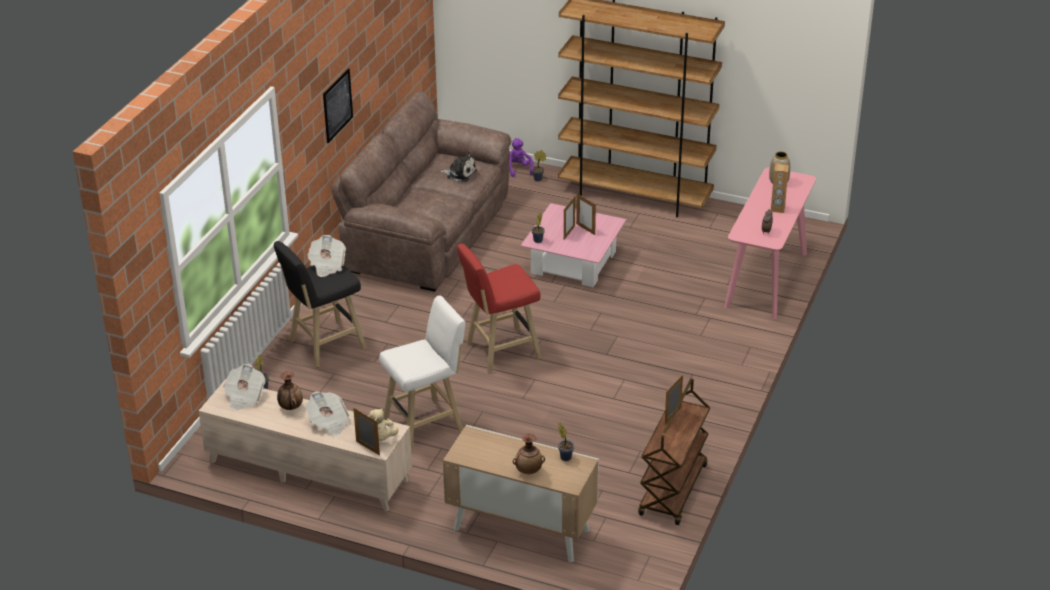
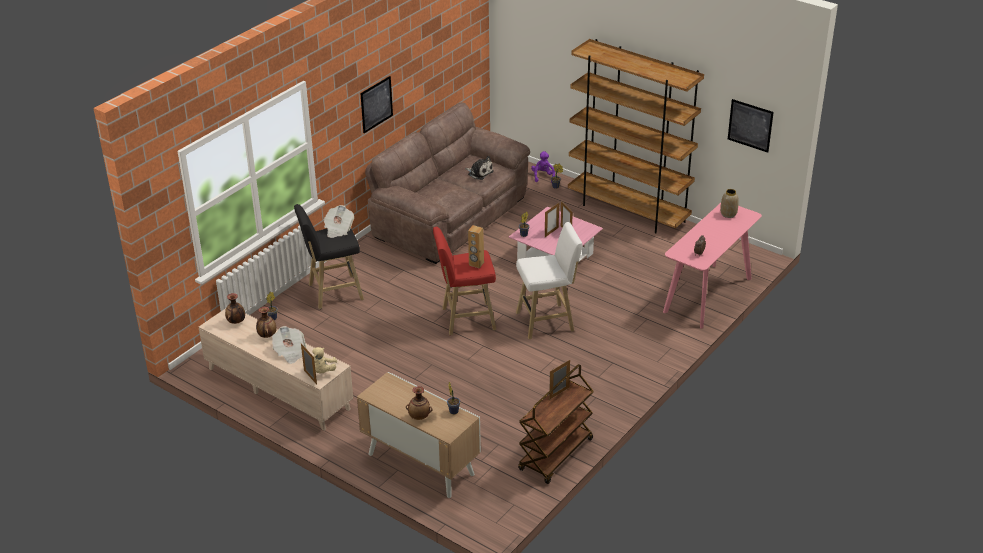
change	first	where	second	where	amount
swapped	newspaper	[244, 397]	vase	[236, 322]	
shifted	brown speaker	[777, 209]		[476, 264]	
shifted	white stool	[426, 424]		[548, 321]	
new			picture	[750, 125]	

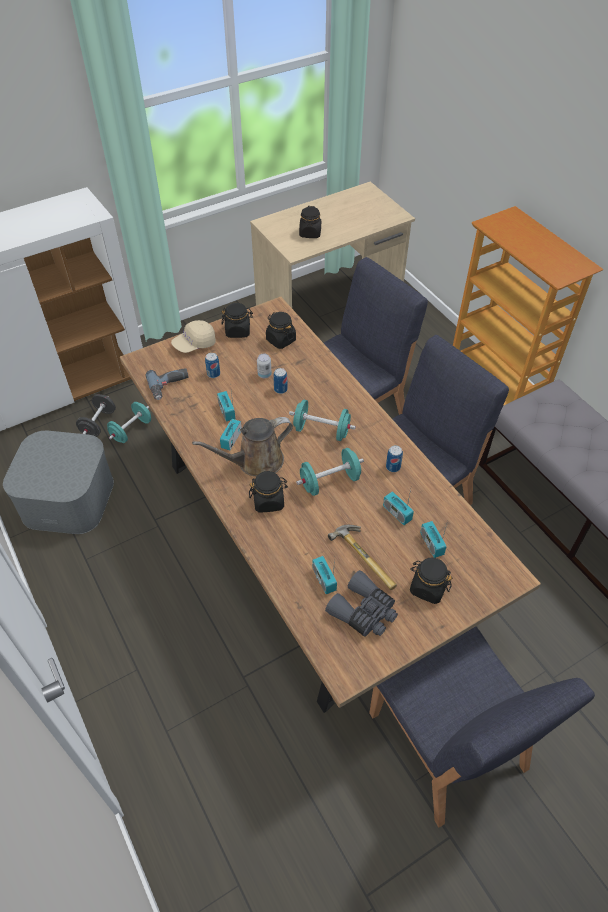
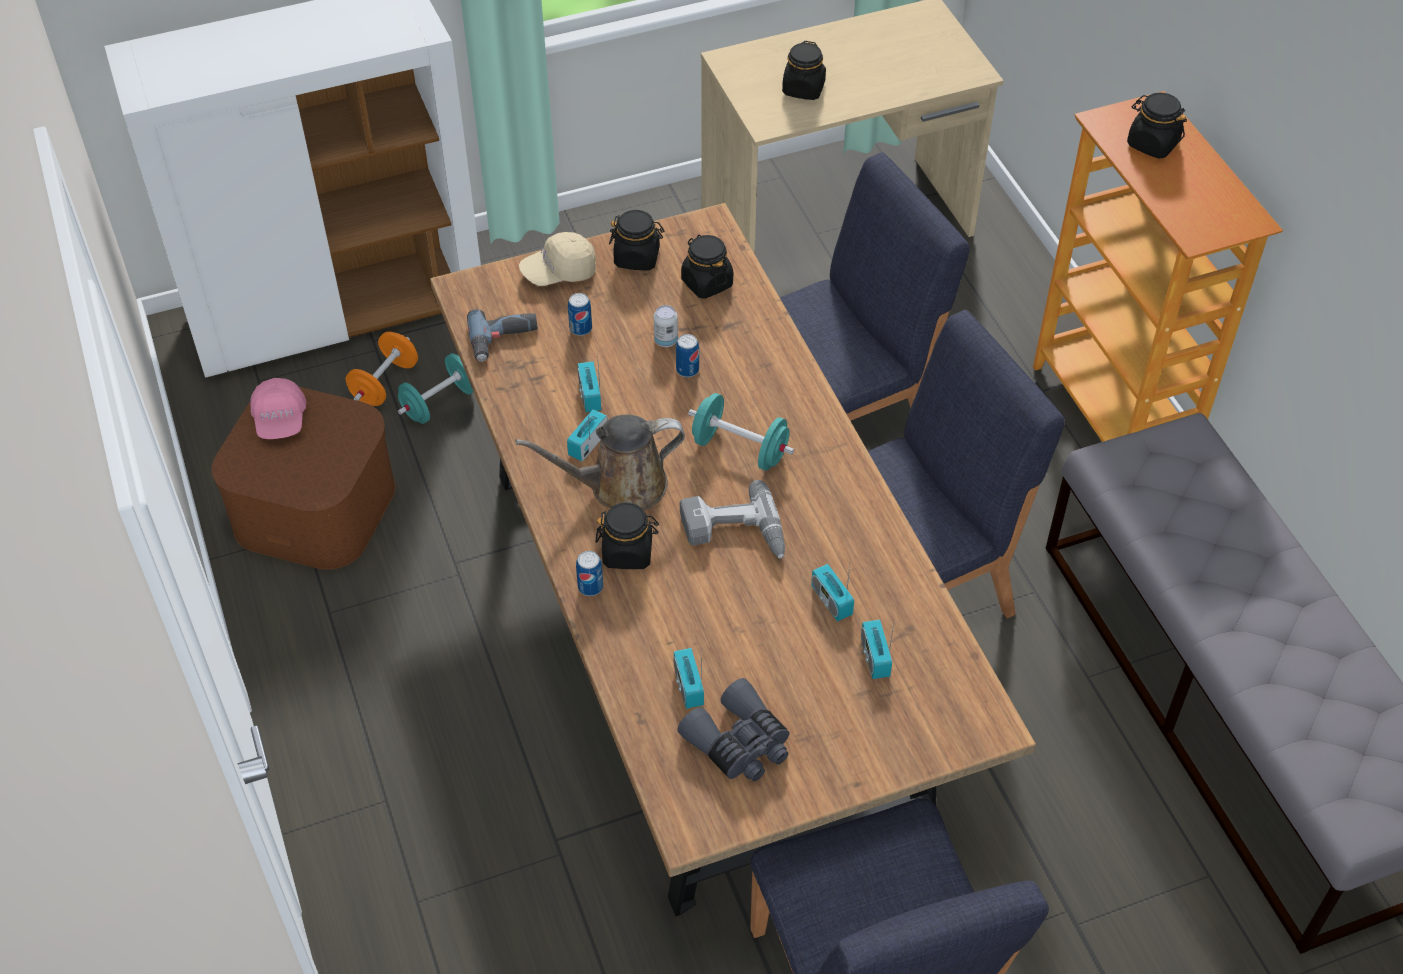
change	first	where	second	where	amount
repainted	grey storage box	[68, 498]	brown storage box	[315, 506]	
new			pink cap	[280, 420]	
repainted	black dumbbell	[98, 423]	orange dumbbell	[385, 383]	
shifted	can	[393, 467]		[590, 587]	
swapped	turquoise dumbbell	[330, 482]	power drill	[734, 535]	
shifted	black jar	[428, 588]		[1152, 144]	
gone	hammer	[367, 557]			

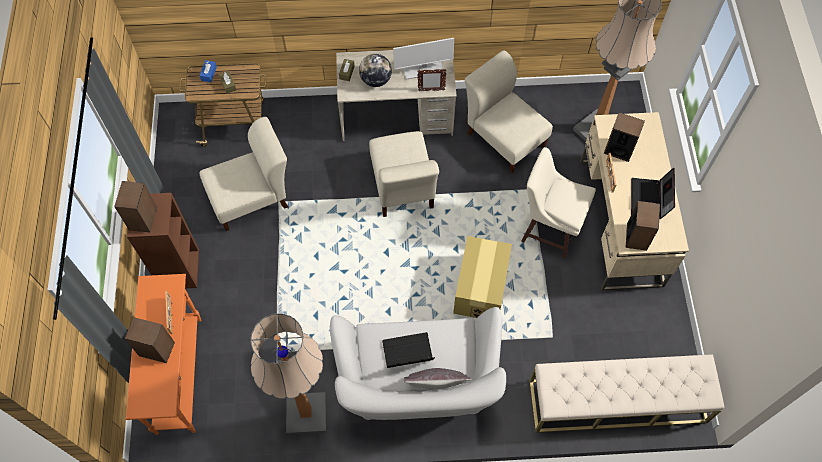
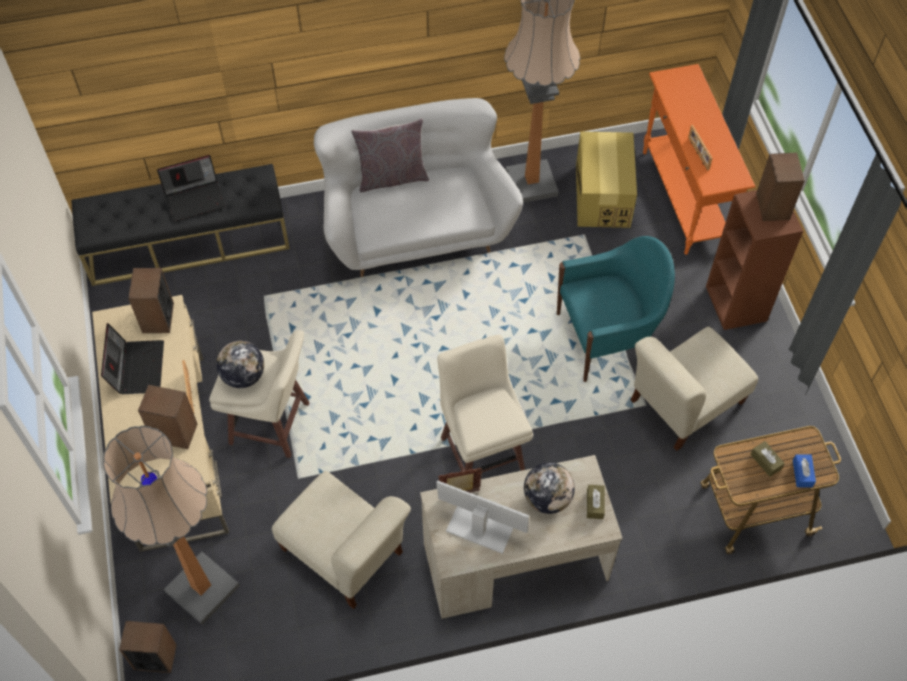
change	first	where	second	where	amount
repainted	beige bench	[617, 401]	black bench	[188, 242]	
shifted	speaker	[157, 349]		[155, 657]	
shifted	laptop	[407, 354]		[195, 198]	
new			globe	[243, 376]	
rotated	monitor	[422, 69]		[480, 529]	45 degrees clockwise
swapped	beige chair	[402, 188]	beige stool	[482, 451]	
new			turquoise armchair	[607, 338]	
shifted	cardboard box	[480, 288]		[602, 195]	

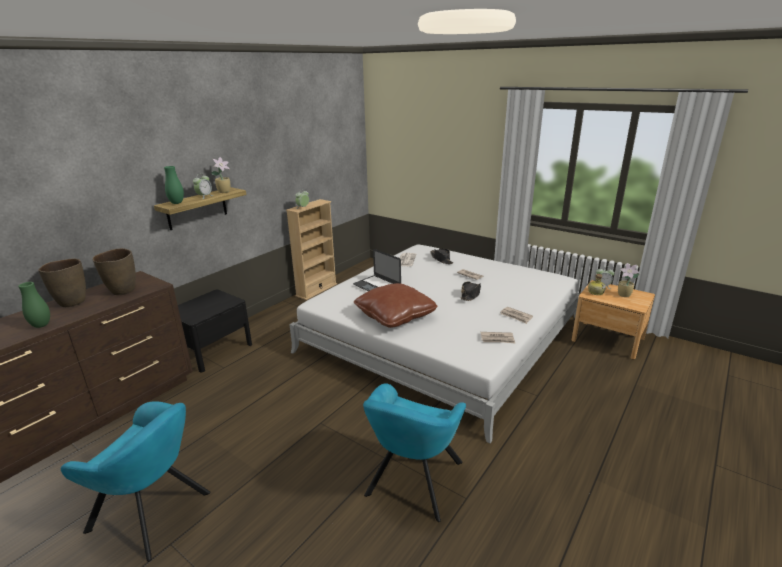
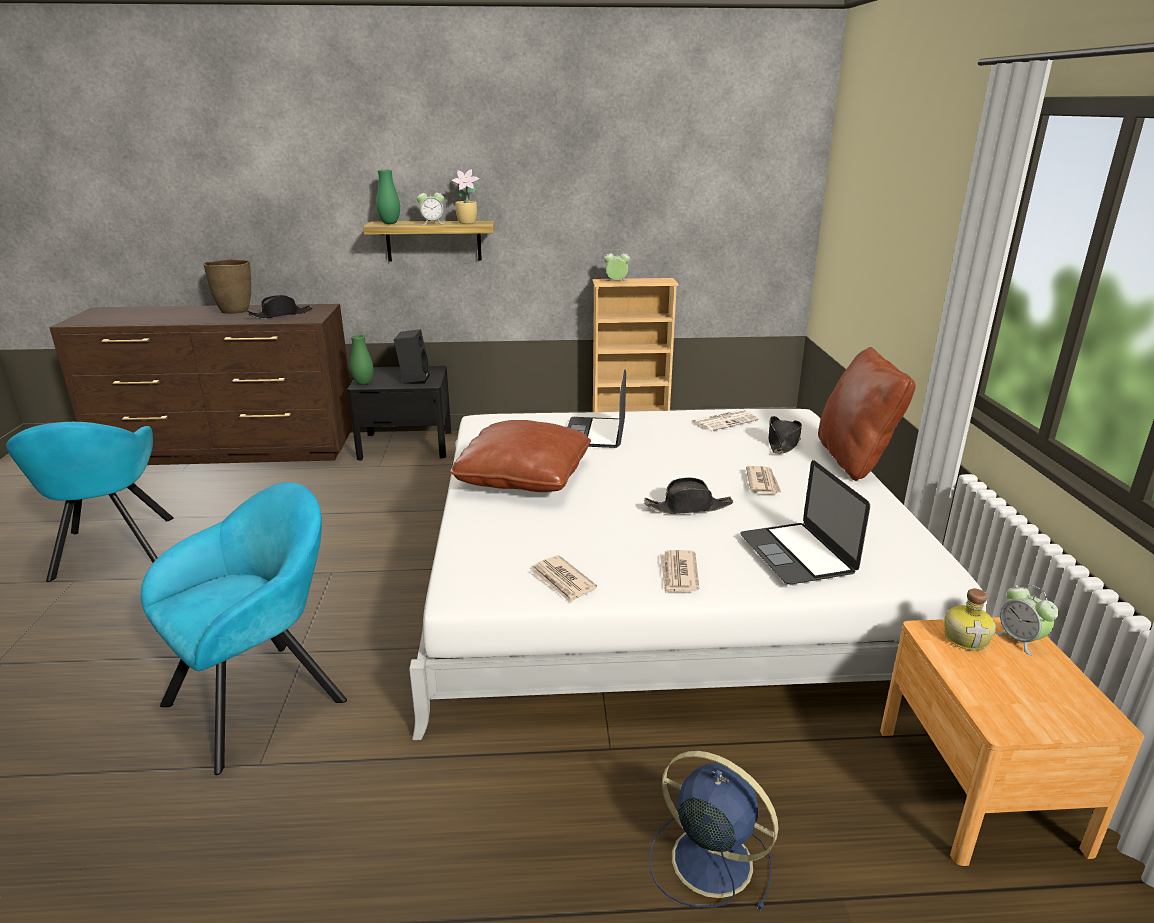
change	first	where	second	where	amount
rotated	turquoise armchair	[412, 482]		[264, 697]	150 degrees clockwise
swapped	brown vase	[123, 291]	black hat	[280, 315]	
shifted	green vase	[41, 325]		[363, 383]	
new			black speaker	[413, 379]	
new			blue fan	[708, 859]	
new			laptop	[797, 553]	
new			brown pillow	[854, 460]	
gone	potted plant	[624, 295]			

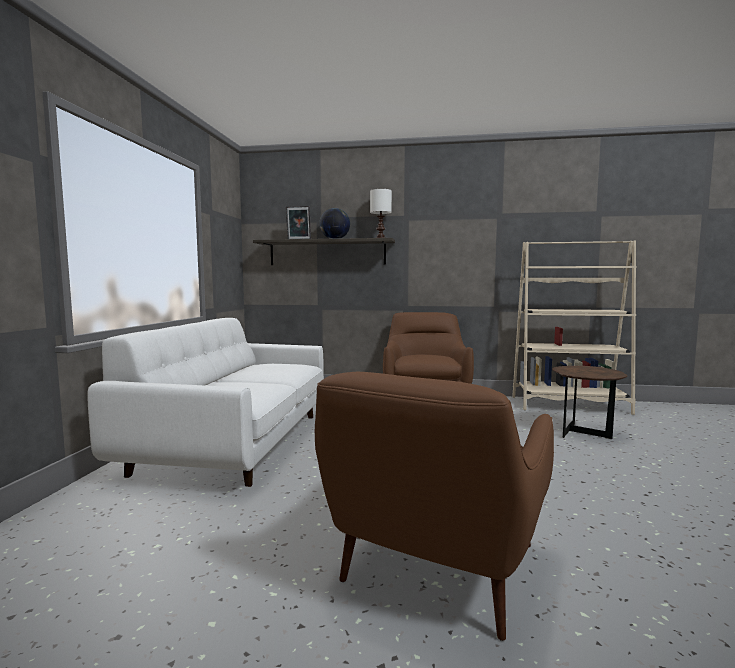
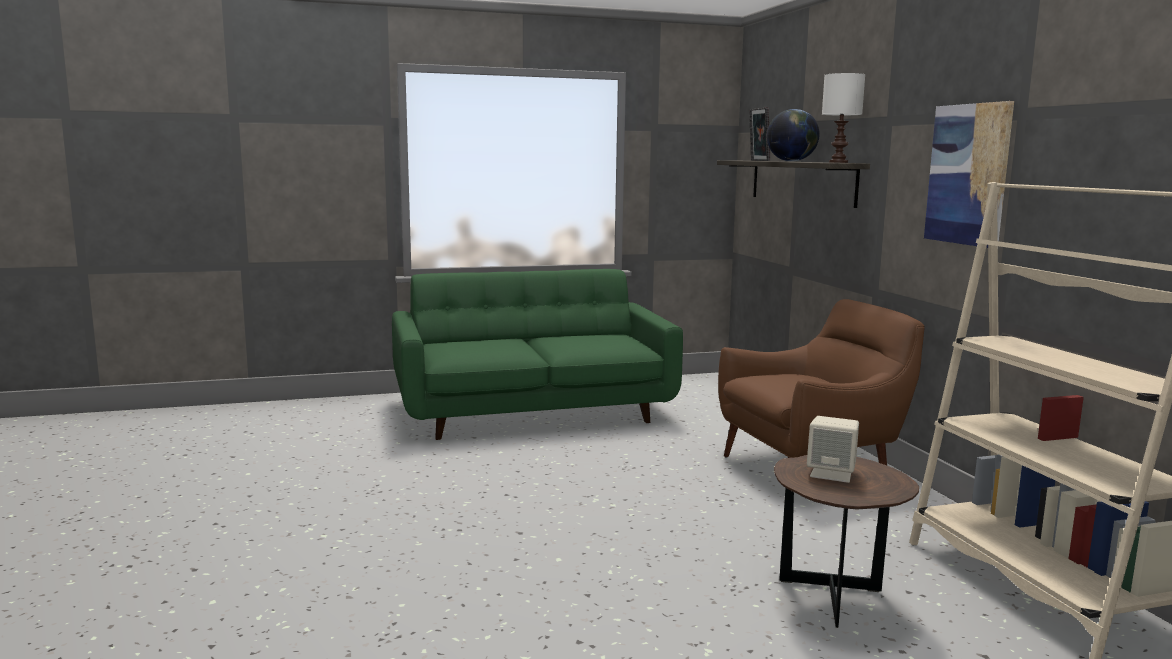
change	first	where	second	where	amount
repainted	white sofa	[236, 442]	green sofa	[533, 411]	
new			beige speaker	[831, 474]	
new			picture	[968, 174]	
gone	brown armchair	[436, 569]			

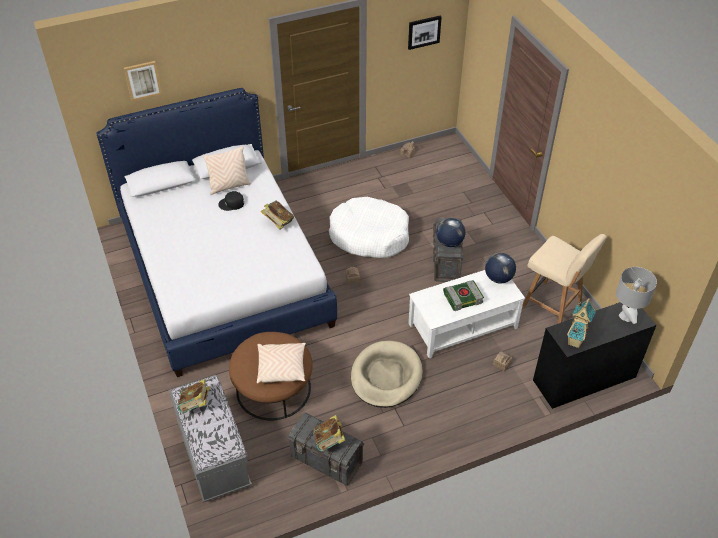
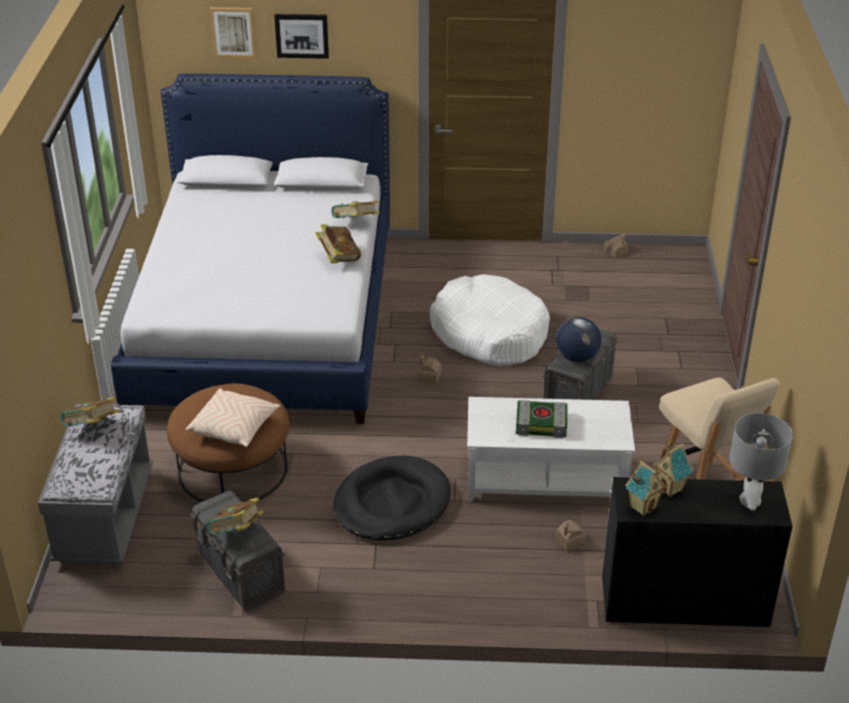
change	first	where	second	where	amount
shifted	picture	[424, 32]		[302, 35]	
new			book	[355, 224]	
repainted	beige dog bed	[386, 376]	black dog bed	[391, 503]	
gone	beige pillow	[229, 186]			
gone	black cap	[231, 204]			
gone	globe	[498, 278]			

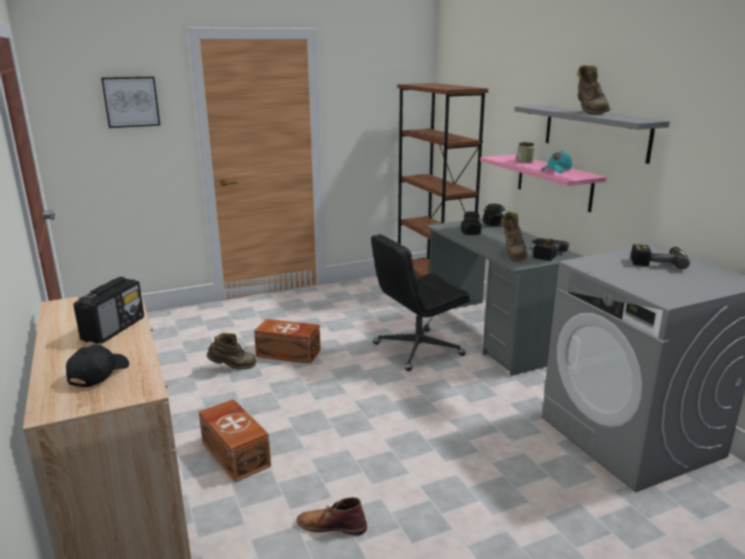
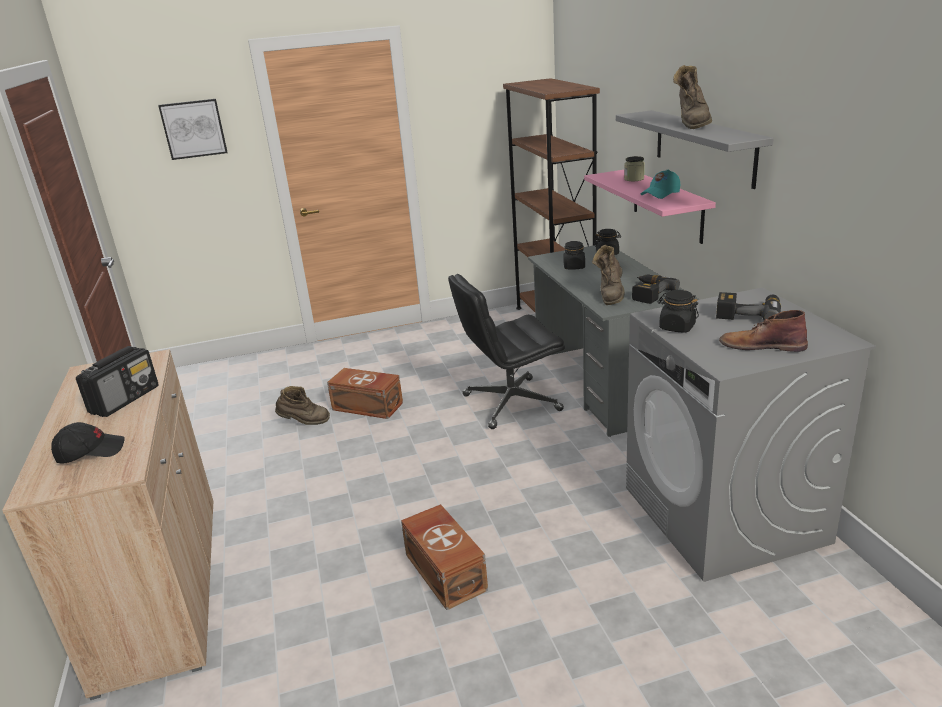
change	first	where	second	where	amount
rotated	black cap	[98, 374]		[90, 452]	45 degrees clockwise
shifted	brown storage box	[236, 453]		[446, 570]	
new			black jar	[677, 327]	
shifted	brown boot	[331, 525]		[761, 345]	

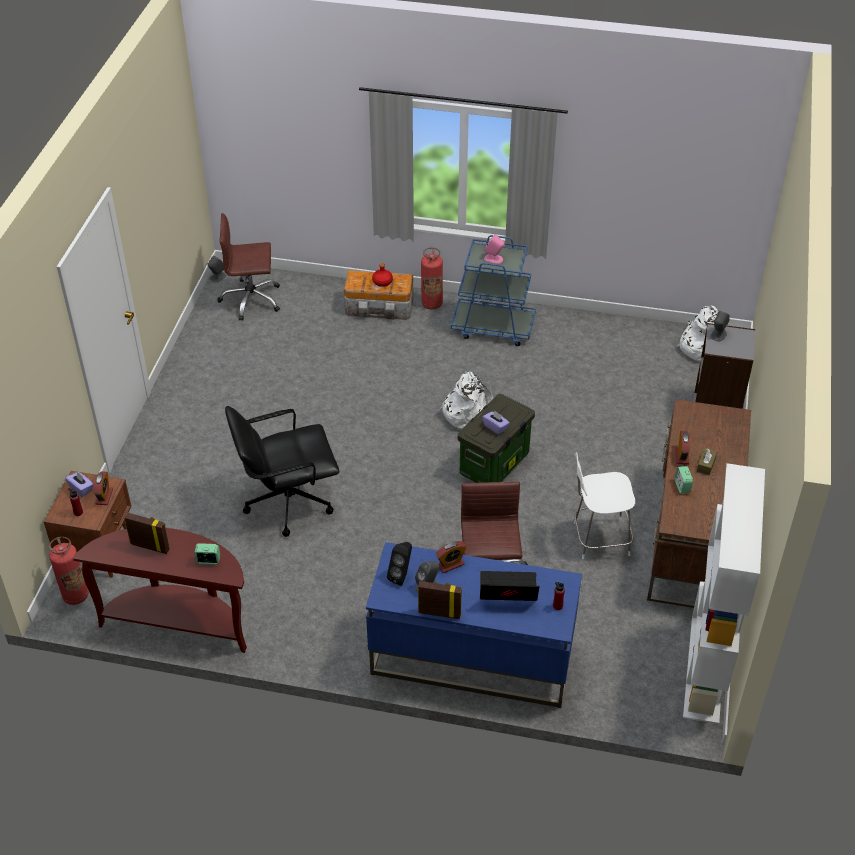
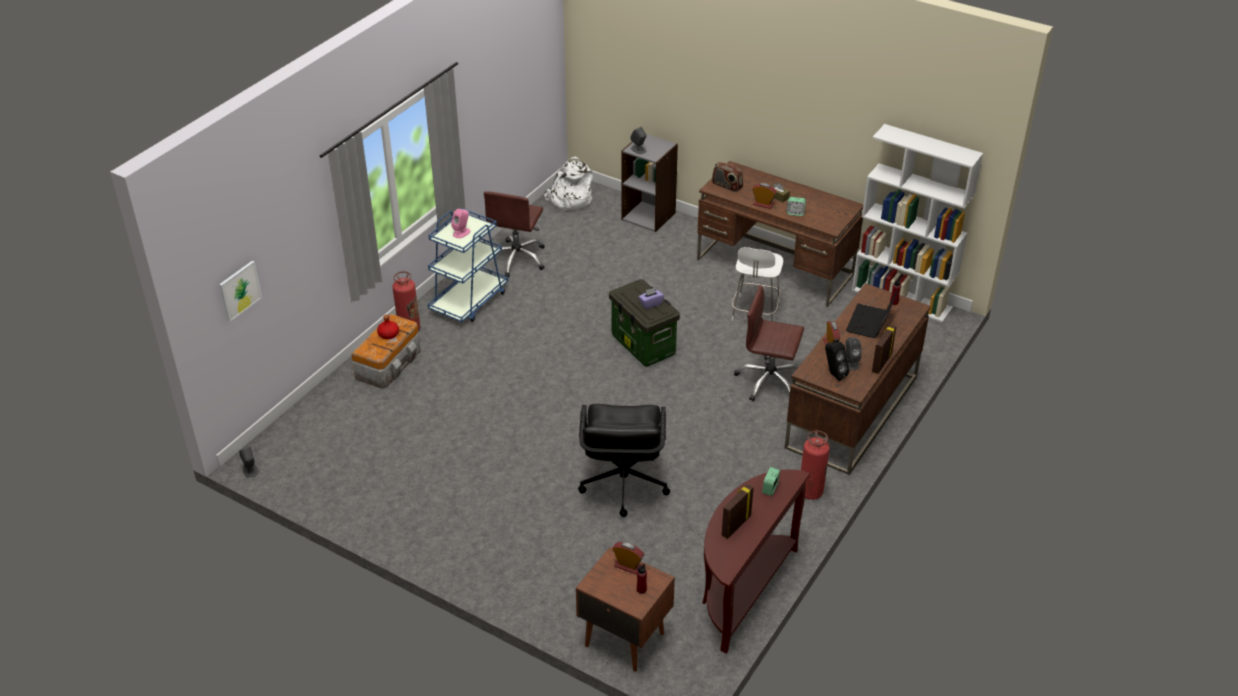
change	first	where	second	where	amount
new			picture	[240, 290]	
shifted	brown office chair	[251, 300]		[517, 259]	
new			radio	[727, 186]	
repainted	blue desk	[471, 658]	brown desk	[851, 413]	
shifted	fire extinguisher	[75, 596]		[810, 492]	
gone	purple tissue box	[81, 489]			
gone	white backpack	[467, 412]			

